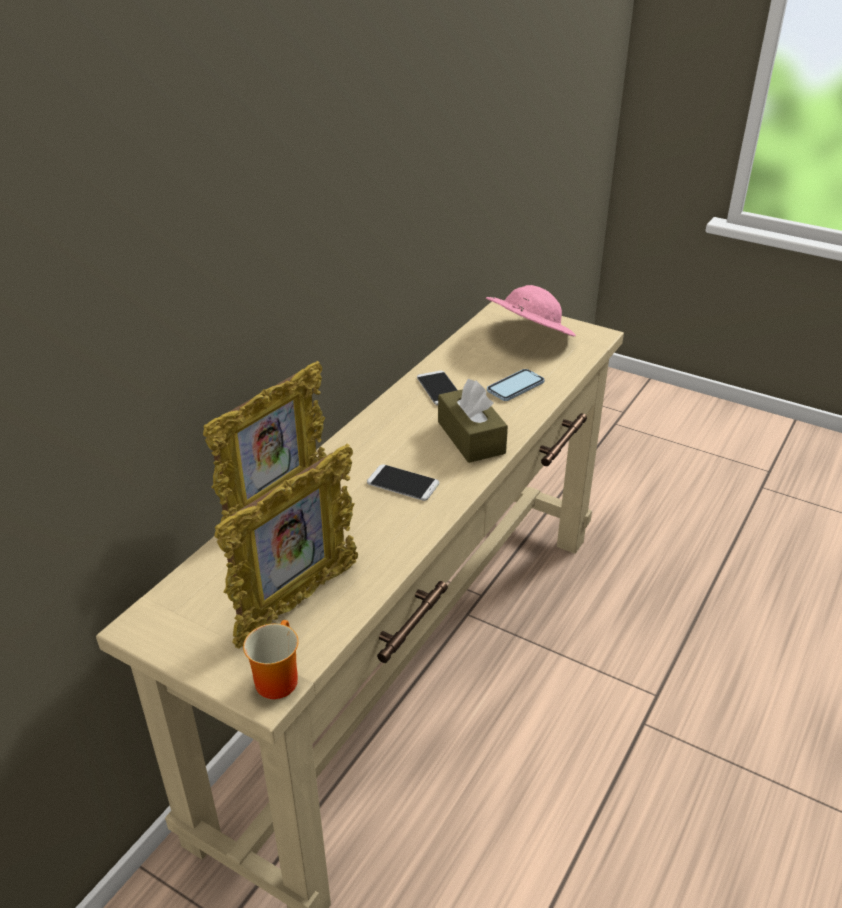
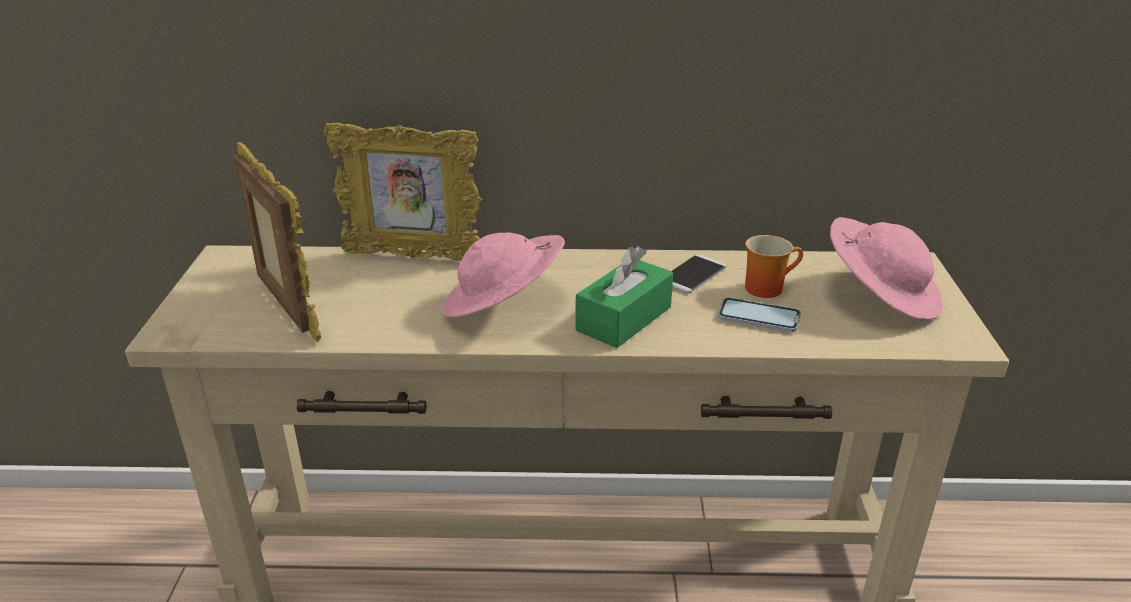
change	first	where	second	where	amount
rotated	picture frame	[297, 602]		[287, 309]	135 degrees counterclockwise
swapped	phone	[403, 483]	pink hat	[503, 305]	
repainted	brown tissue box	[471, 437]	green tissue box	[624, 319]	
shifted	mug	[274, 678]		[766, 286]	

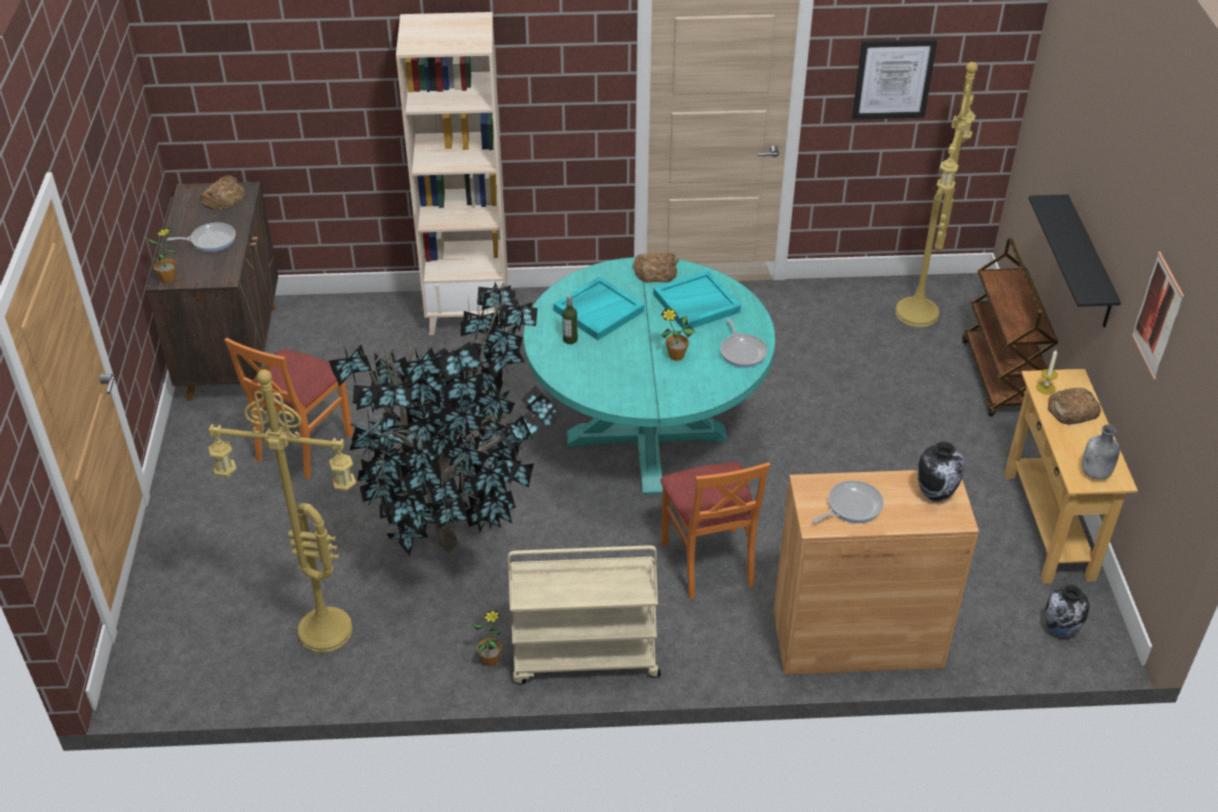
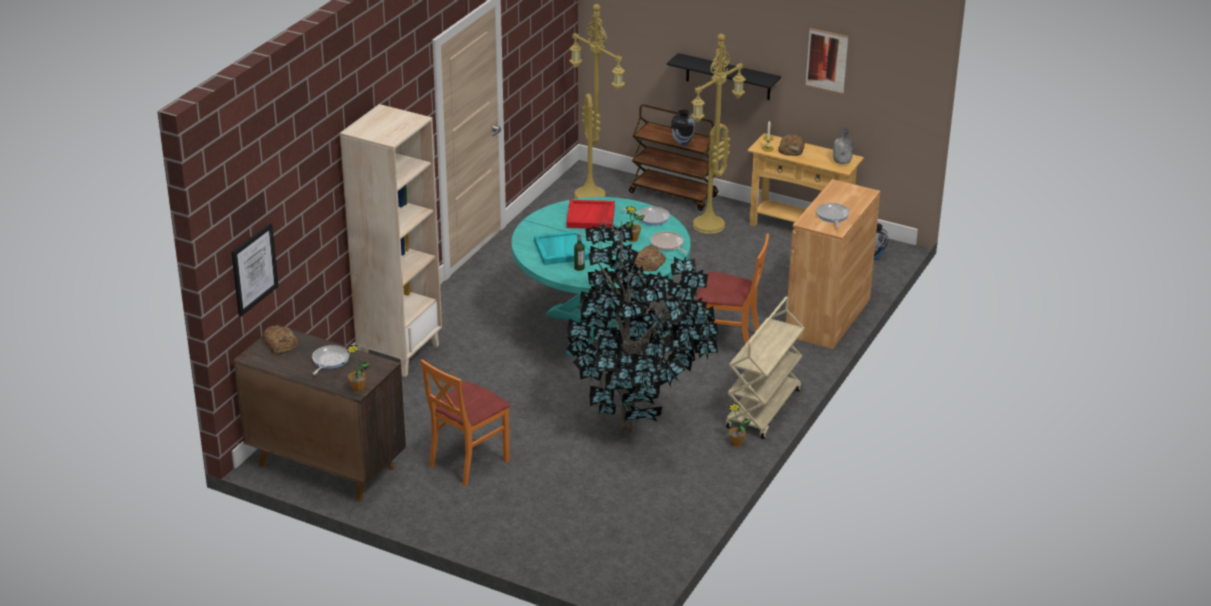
change	first	where	second	where	amount
shifted	picture	[893, 79]		[254, 269]	
rotated	orange chair	[303, 445]		[468, 462]	75 degrees clockwise
repainted	turquoise tray	[696, 304]	red tray	[591, 217]	
shifted	bread	[655, 271]		[648, 263]	
new			frying pan	[668, 245]	
shifted	vase	[935, 495]		[682, 143]	
shifted	yellow floor lamp	[322, 634]		[709, 227]	

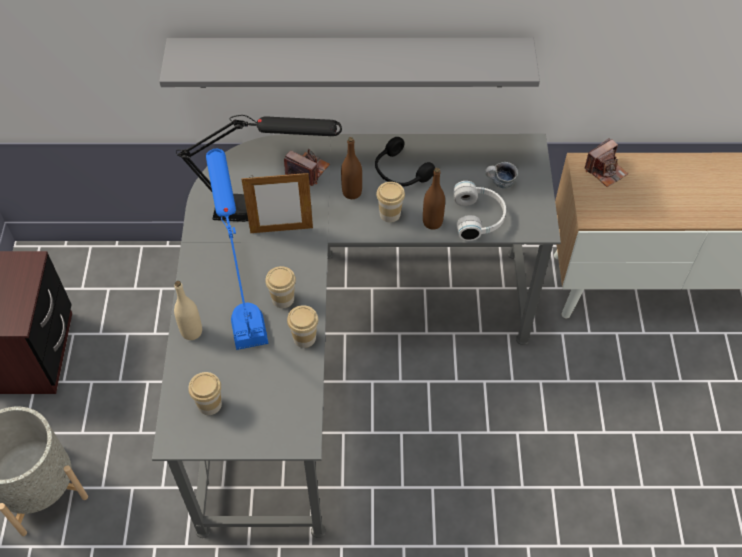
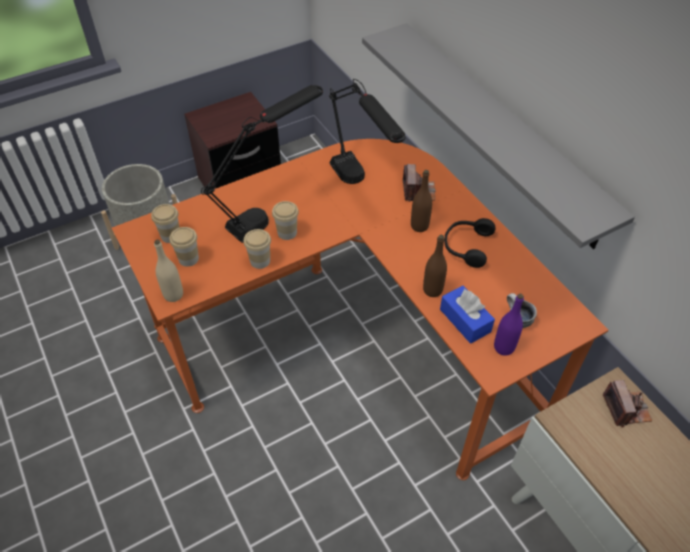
change	first	where	second	where	amount
repainted	grey desk	[336, 349]	orange desk	[356, 342]	
shifted	beige bottle	[191, 332]		[173, 295]	
shifted	cup	[390, 214]		[188, 259]	
repainted	blue table lamp	[243, 300]	black table lamp	[271, 212]	
swapped	white headphones	[479, 217]	blue tissue box	[465, 320]	
new			purple bottle	[504, 347]	
rotated	photo camera	[605, 171]		[626, 409]	120 degrees counterclockwise
gone	picture frame	[281, 230]			

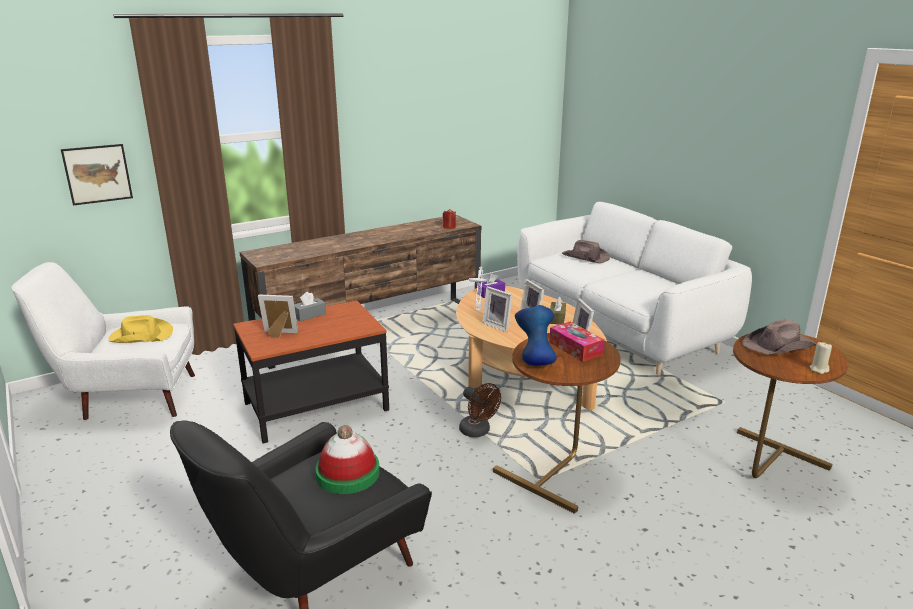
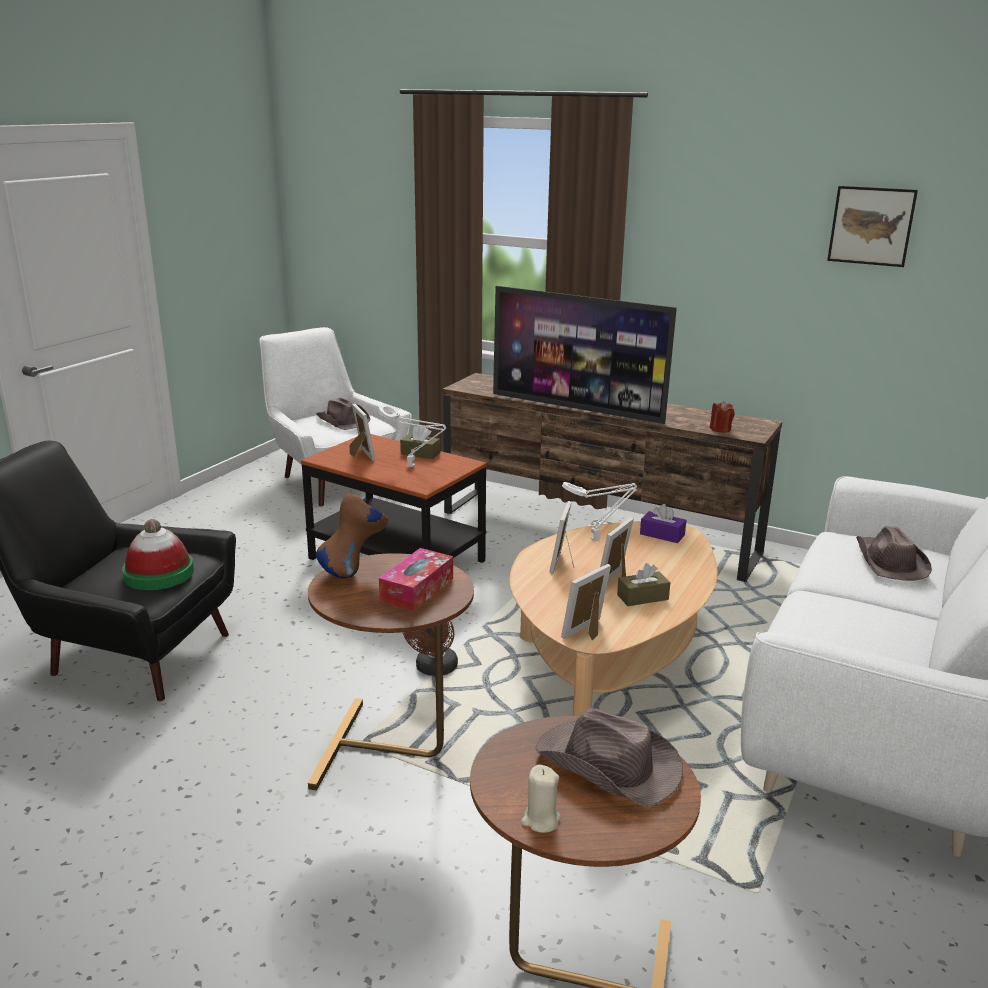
change	first	where	second	where	amount
repainted	yellow hat	[141, 336]	brown hat	[343, 420]	
repainted	blue vase	[534, 361]	brown vase	[354, 571]	
new			white table lamp	[413, 467]	
repainted	grey tissue box	[309, 315]	brown tissue box	[420, 453]	
new			television	[577, 408]	
shifted	picture	[97, 174]		[871, 226]	

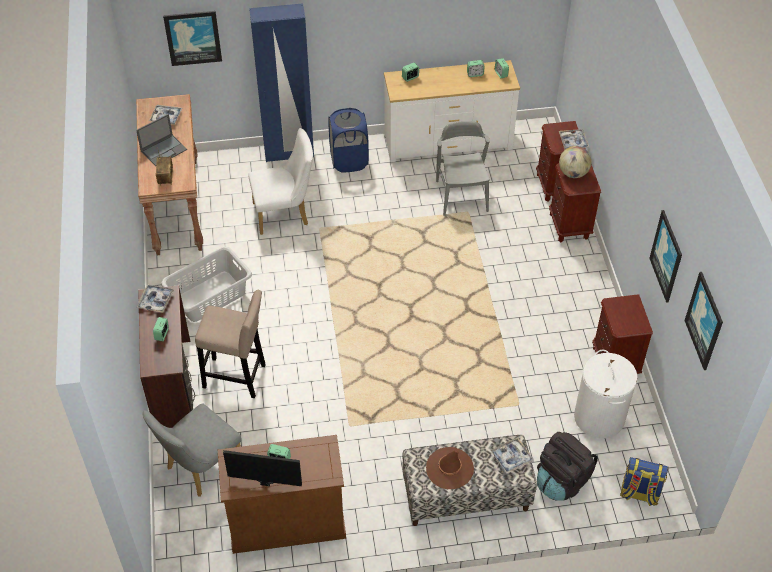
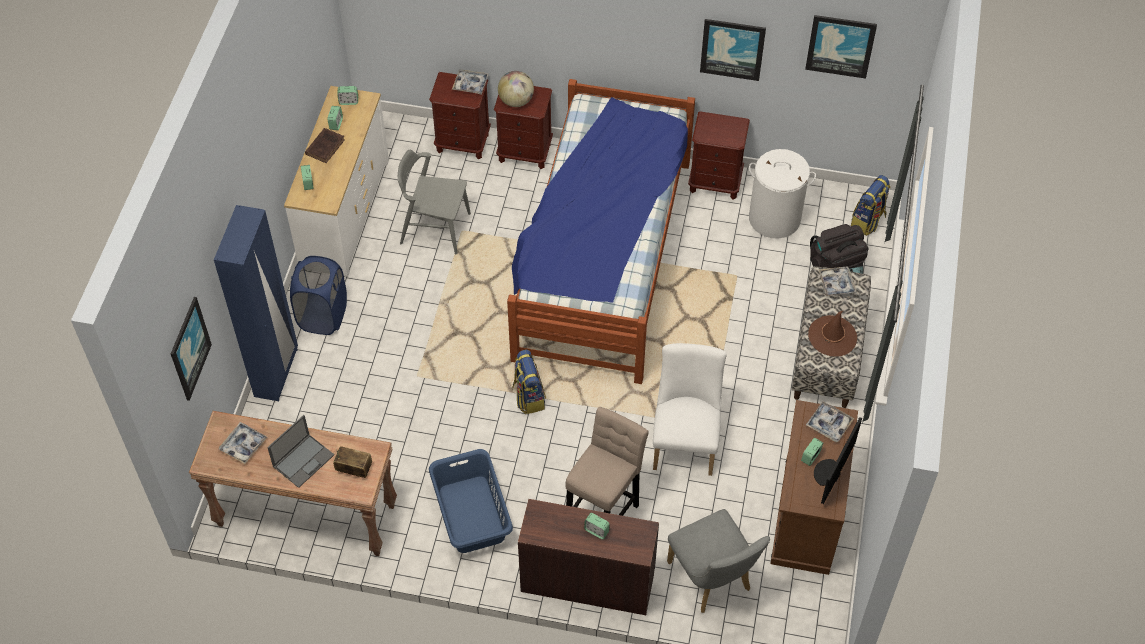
change	first	where	second	where	amount
rotated	laptop	[164, 150]		[304, 460]	60 degrees clockwise
new			brown book	[326, 146]	
repainted	grey laundry basket	[210, 296]	blue laundry basket	[472, 513]	
new			bed	[602, 258]	
new			backpack	[528, 396]	
shifted	white chair	[285, 214]		[685, 440]	
shifted	tray	[155, 301]		[829, 424]	

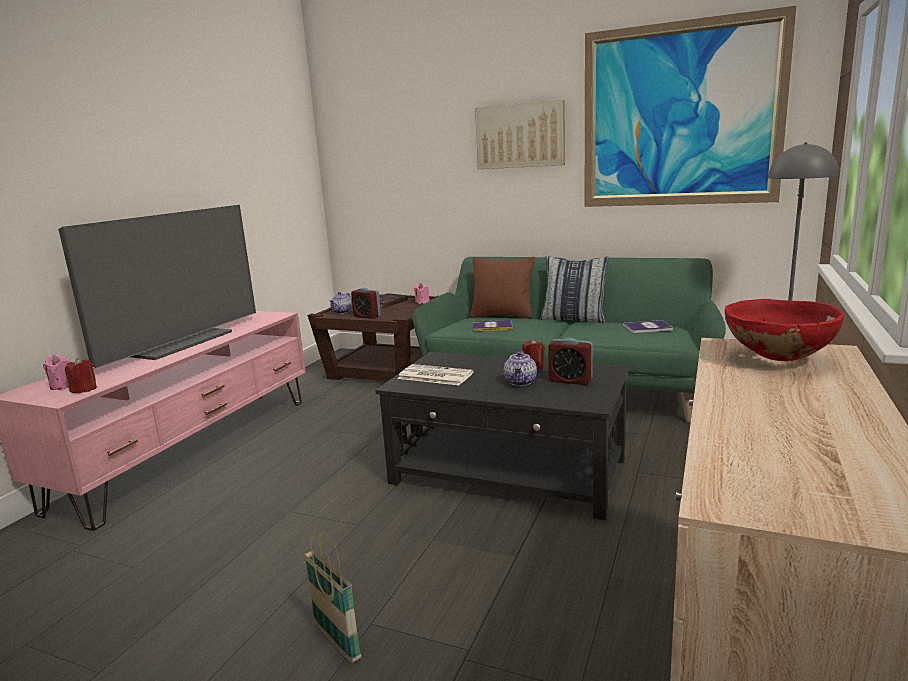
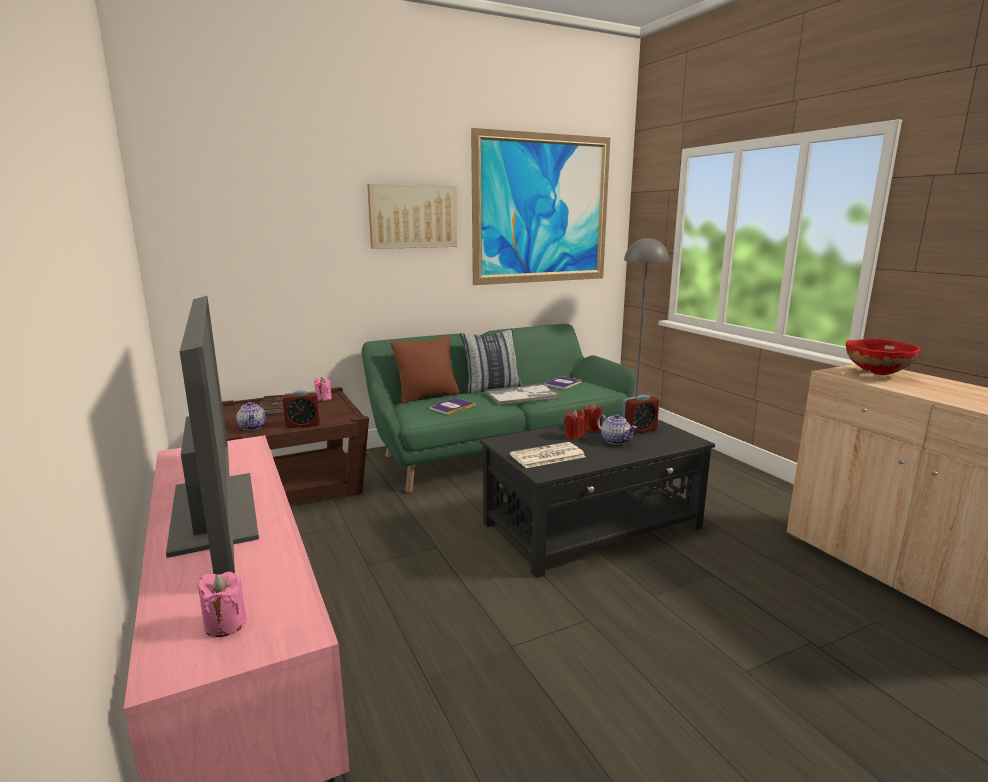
change	first	where	second	where	amount
new			tray	[522, 395]	
shifted	red candle	[84, 389]		[574, 436]	
gone	basket	[337, 641]			

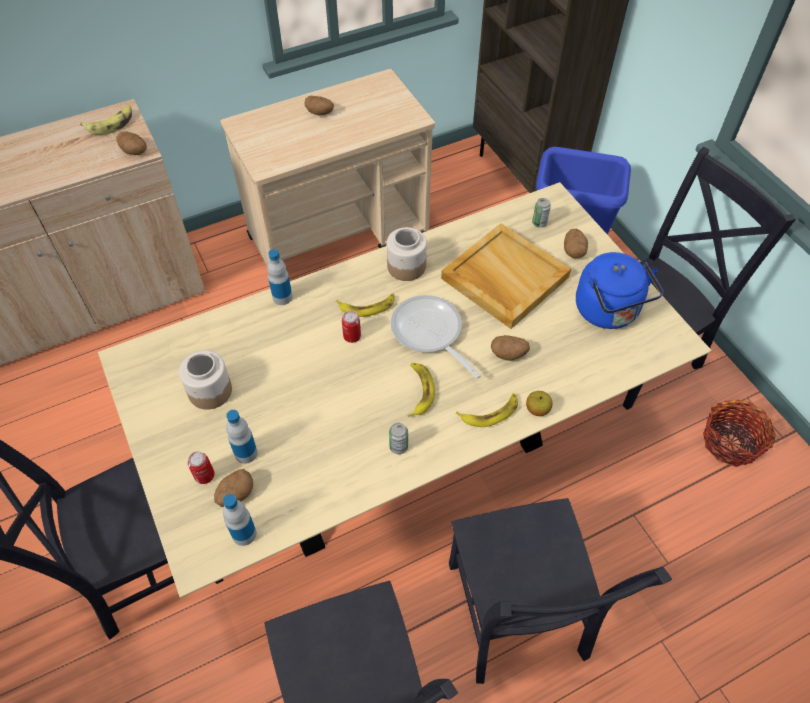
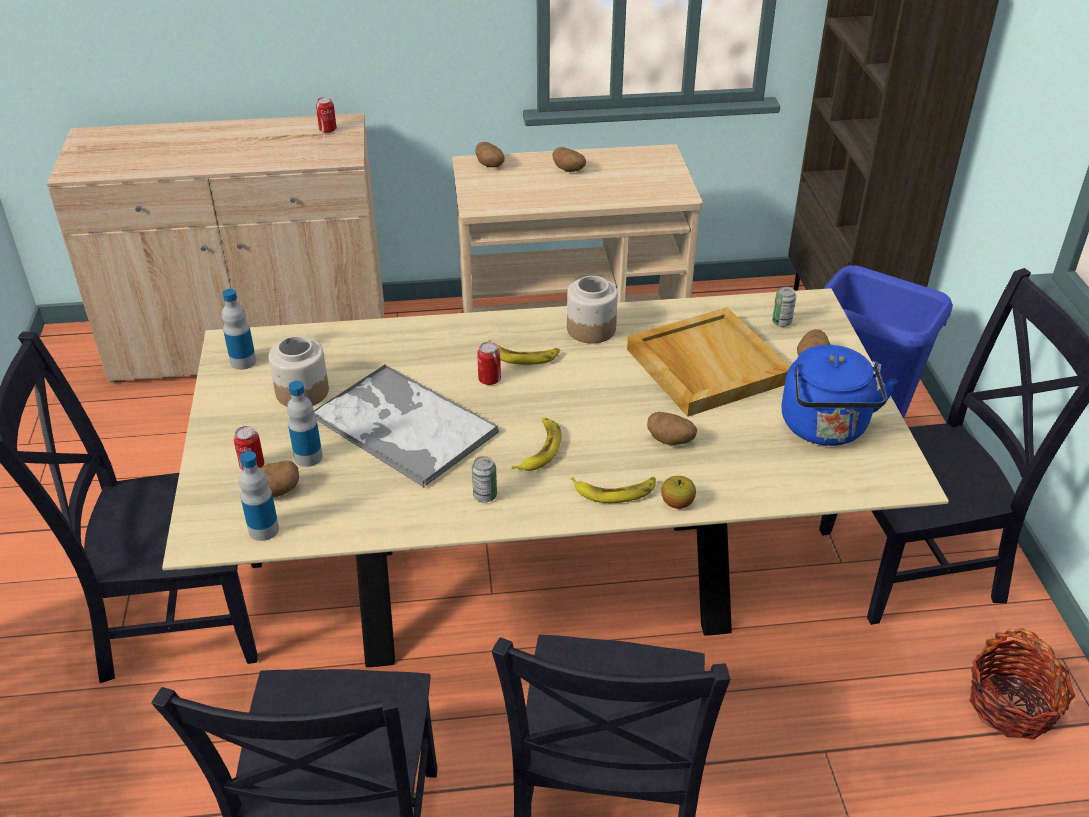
change	first	where	second	where	amount
shifted	bottle	[282, 297]		[243, 361]	
new			tray	[402, 425]	
swapped	banana	[111, 124]	can	[328, 130]	
shifted	potato	[135, 152]		[490, 165]	
gone	frying pan	[429, 334]			

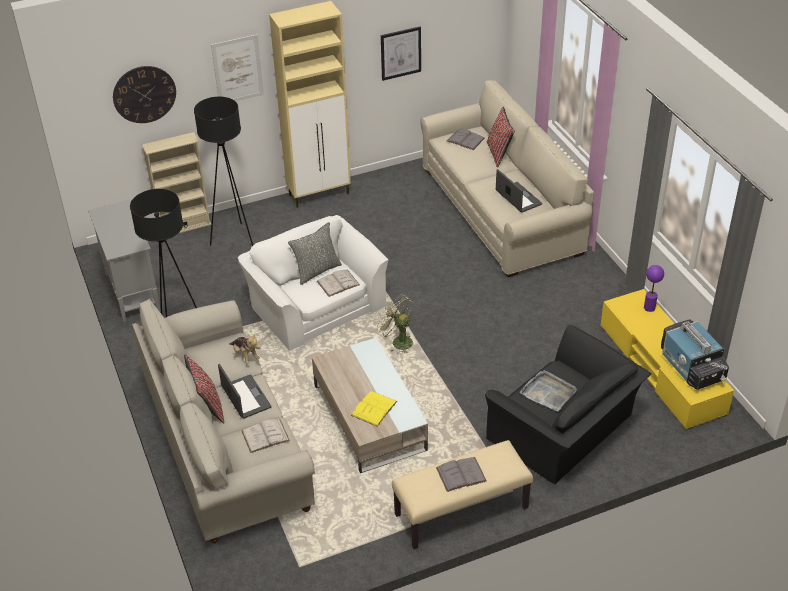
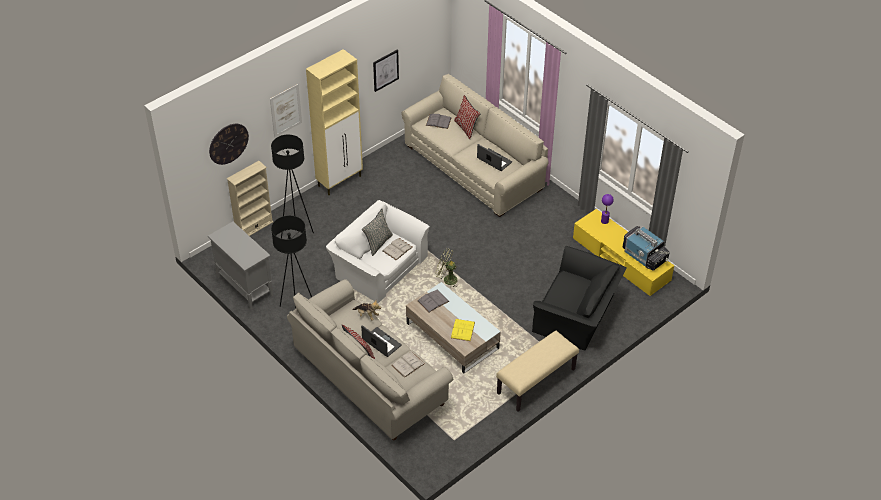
change	first	where	second	where	amount
shifted	grey book	[461, 474]		[433, 301]	
gone	grey tray	[548, 392]			

